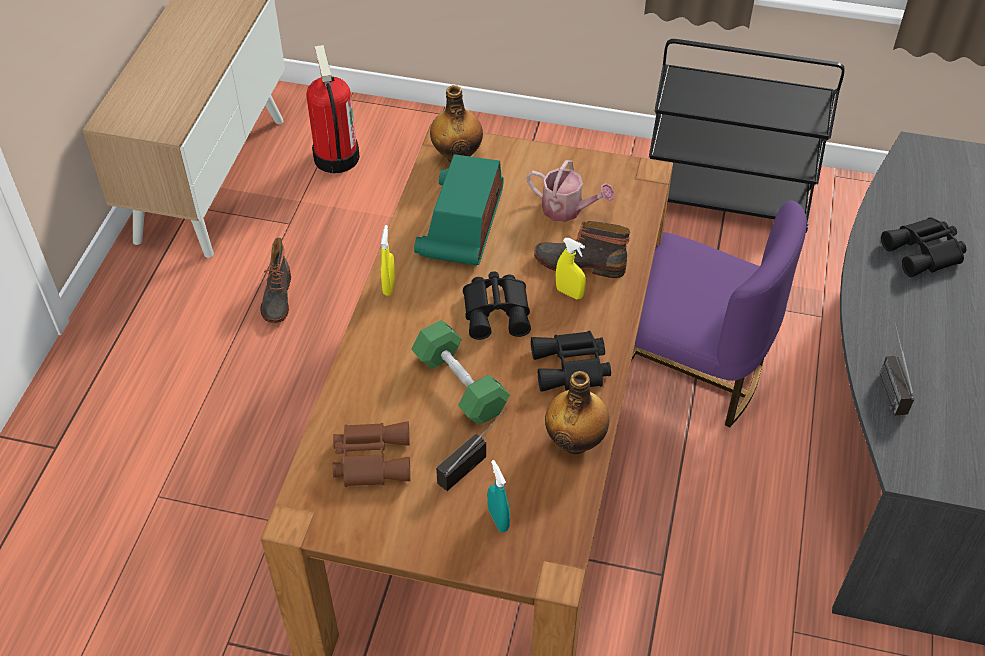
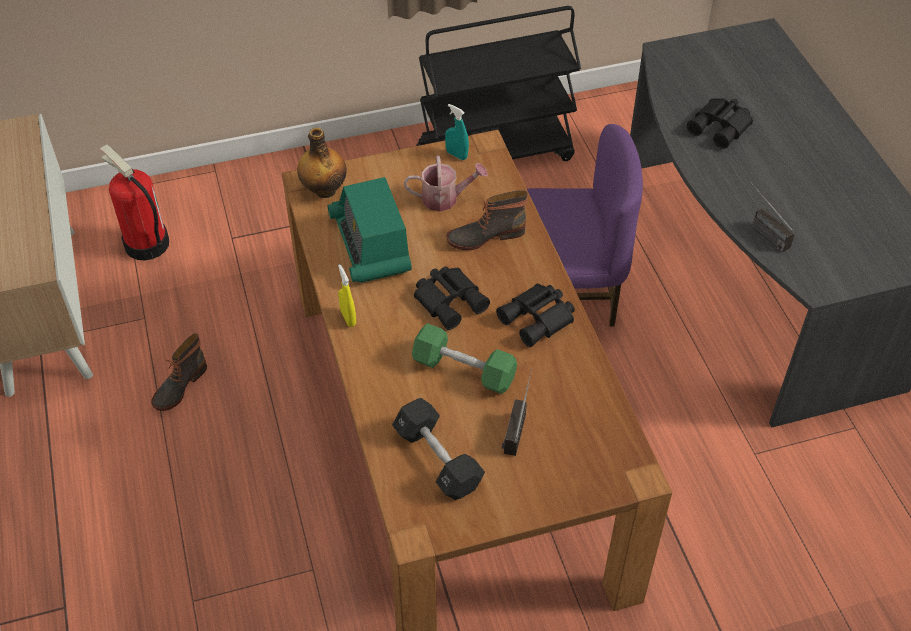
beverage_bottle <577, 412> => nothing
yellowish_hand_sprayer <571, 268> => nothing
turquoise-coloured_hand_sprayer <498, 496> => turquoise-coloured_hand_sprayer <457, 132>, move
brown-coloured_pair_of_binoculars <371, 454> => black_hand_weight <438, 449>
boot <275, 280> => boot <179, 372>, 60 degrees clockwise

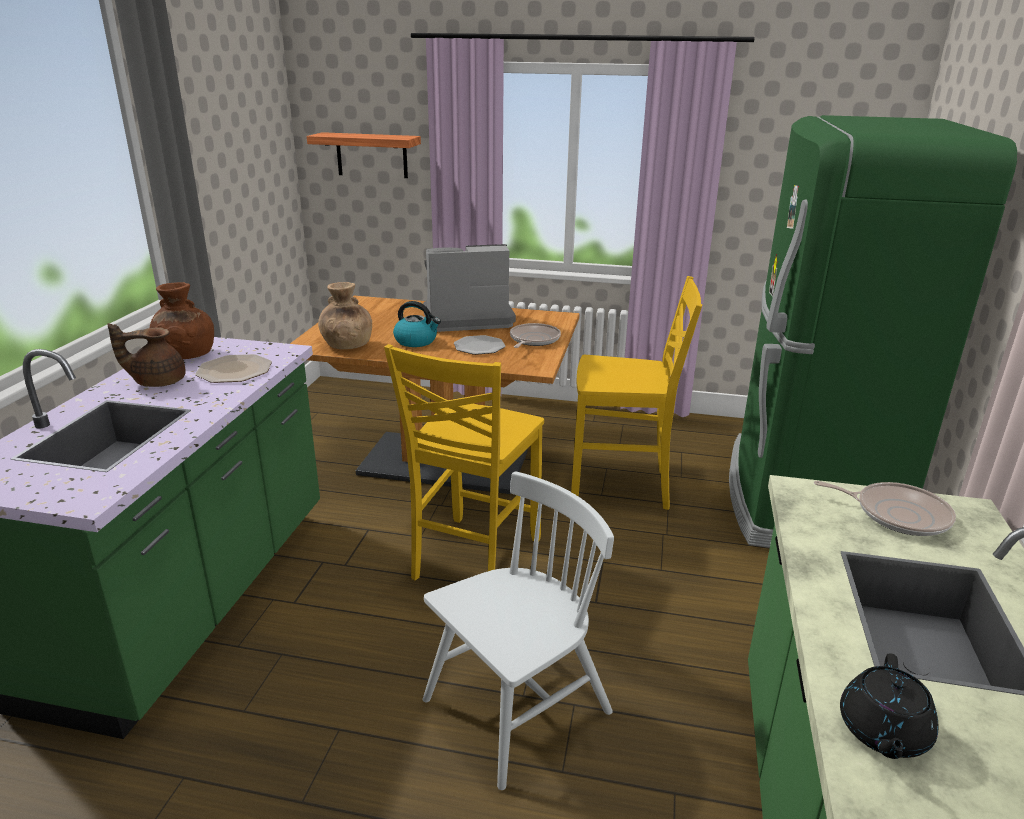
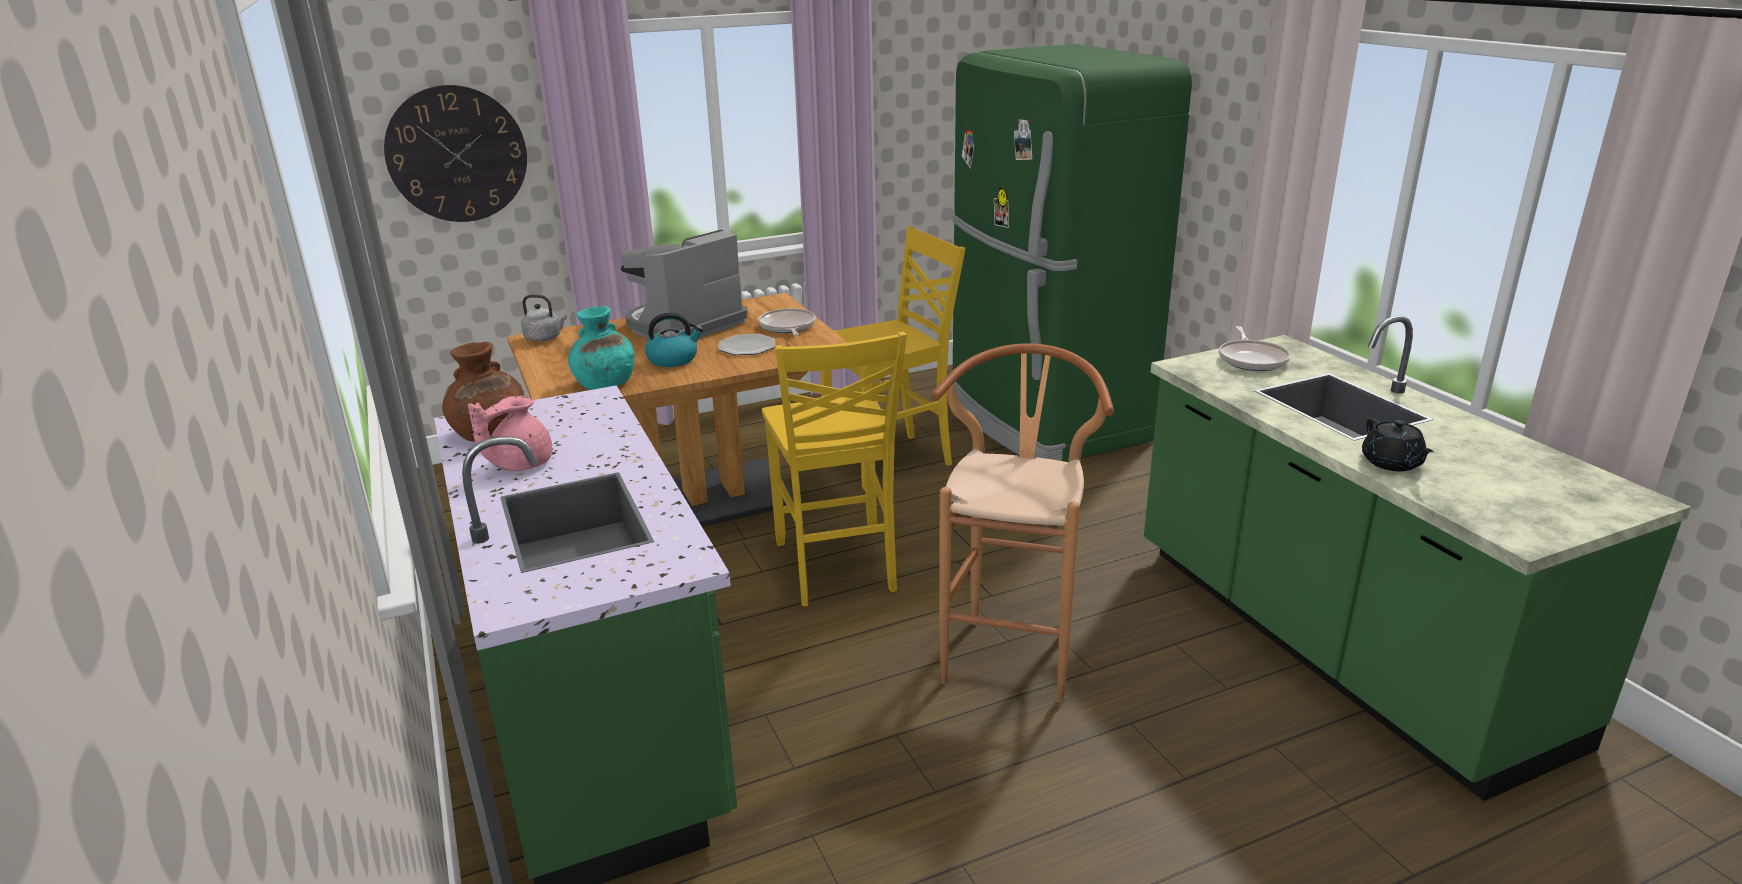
plate <233, 368> => nothing
nothing => grey_tea_kettle <544, 318>
bracket_shelf <364, 155> => hanging_clock <455, 153>
white-coloured_plain_chair <518, 630> => brown-coloured_sitting_stool <1022, 523>
brown-coloured_tea_pot <146, 355> => pink_tea_pot <510, 433>
brown-coloured_flower_vase <345, 315> => turquoise-coloured_flower_vase <601, 348>
pan <885, 508> => pan <1254, 348>, 105 degrees clockwise

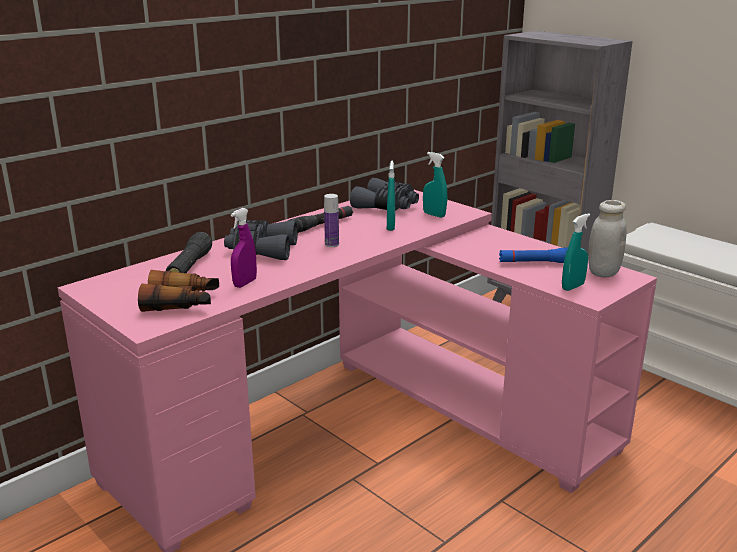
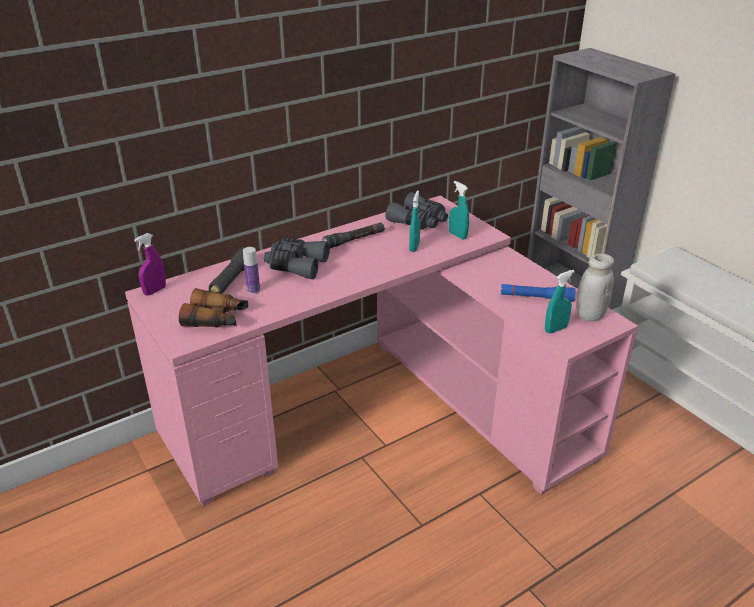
purple_hand_sprayer <244, 248> => purple_hand_sprayer <150, 264>, move
beverage_bottle <331, 220> => beverage_bottle <251, 270>, move

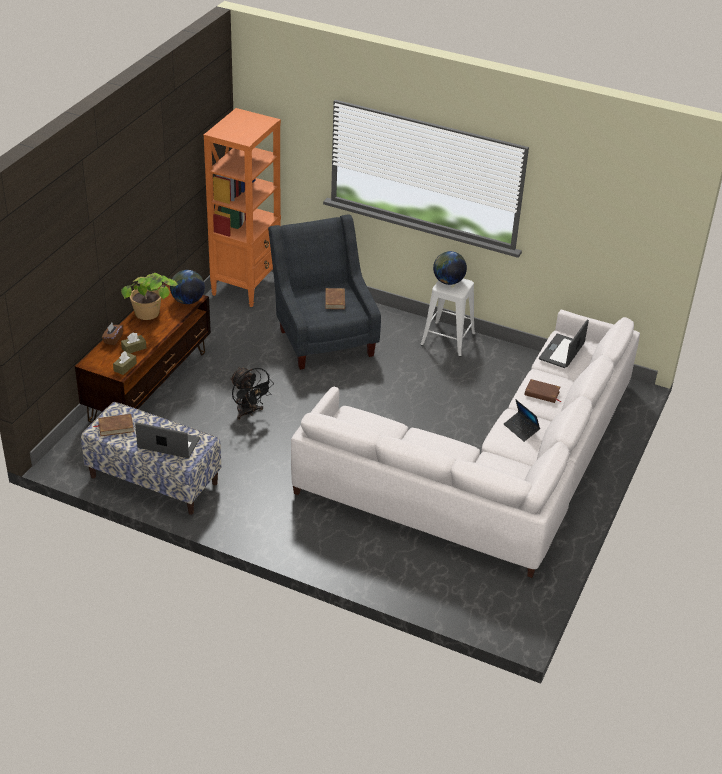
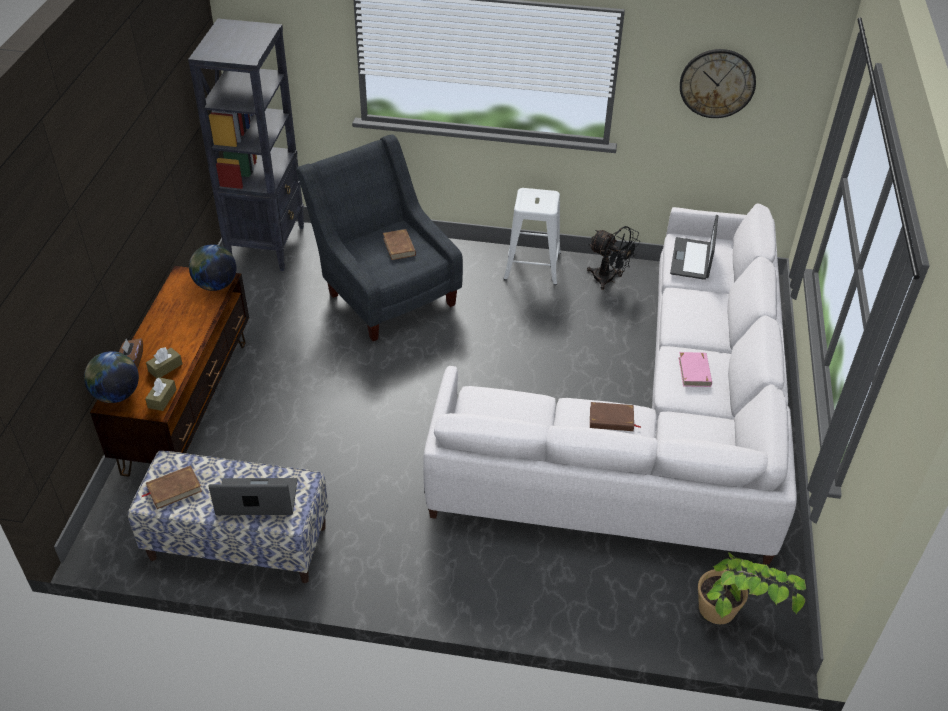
nothing => hanging_clock <718, 83>
plant_in_a_pot <149, 296> => plant_in_a_pot <752, 588>, move
black_fan <252, 393> => black_fan <613, 258>, move
globe <450, 268> => globe <111, 377>, move
brown-coloured_book <543, 391> => brown-coloured_book <615, 416>, move
notebook_computer <522, 420> => pink_book <695, 369>
orange-coloured_bookshelf <242, 207> => black_bookshelf <246, 145>

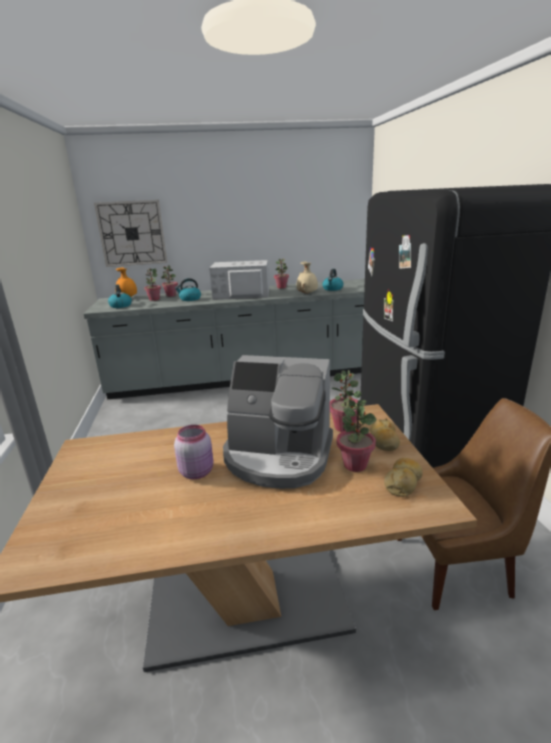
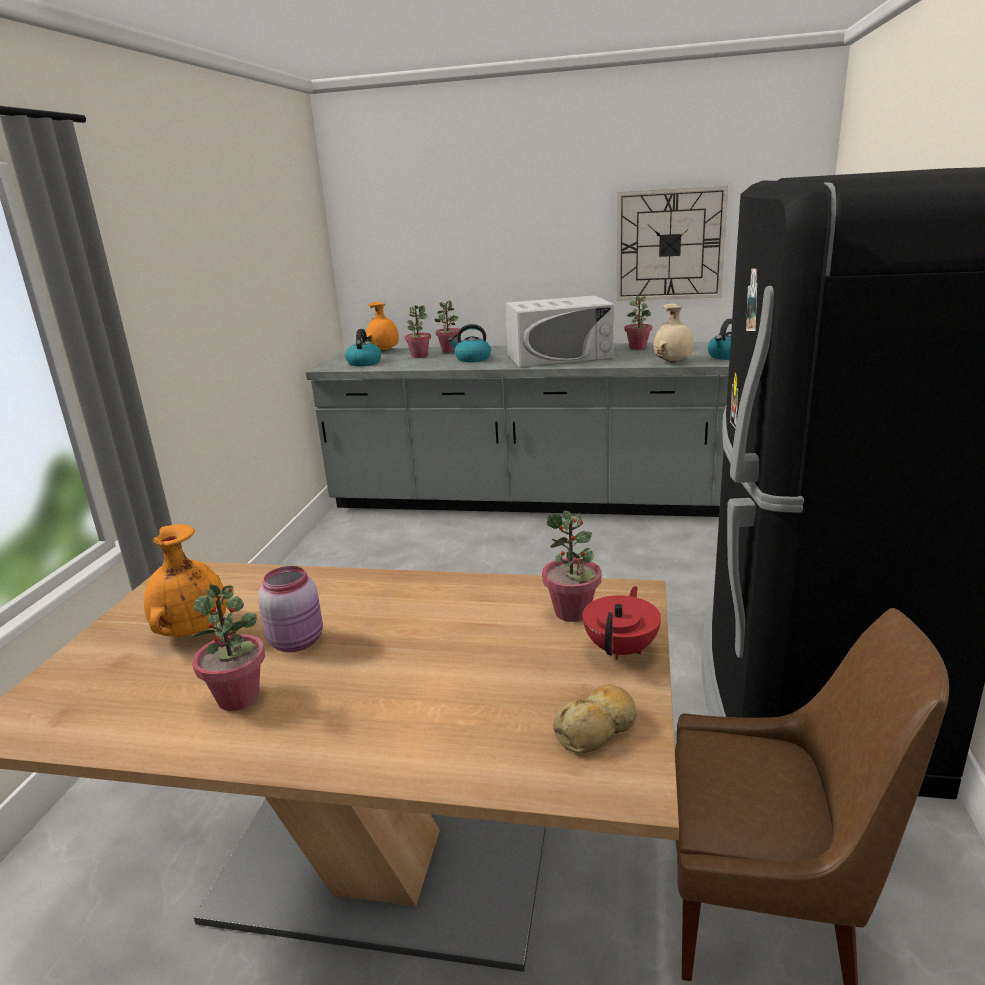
coffee_maker <278, 422> => nothing
nothing => orange-coloured_flower_vase <185, 580>
hanging_clock <130, 233> => hanging_clock <672, 243>, move
plant_in_a_pot <357, 436> => plant_in_a_pot <227, 648>, move
baked_bread <385, 435> => red_tea_pot <622, 623>
white-coloured_kitchen_microwave <239, 280> => white-coloured_kitchen_microwave <559, 331>, 150 degrees clockwise

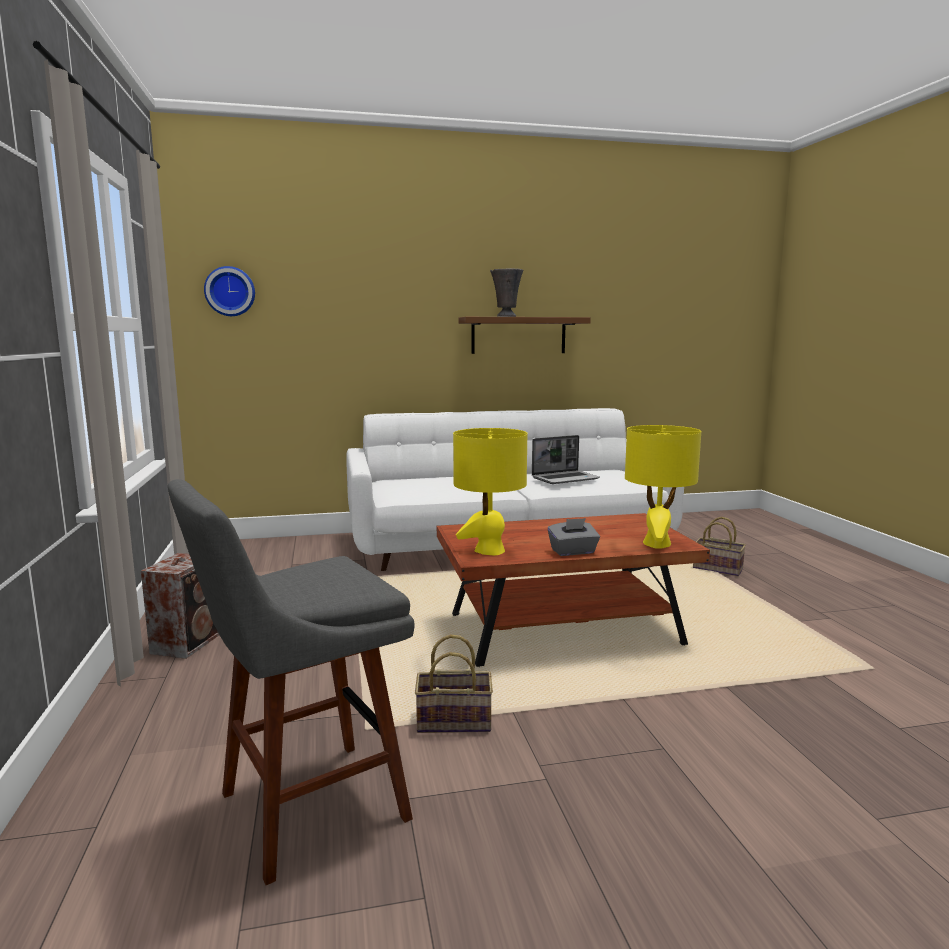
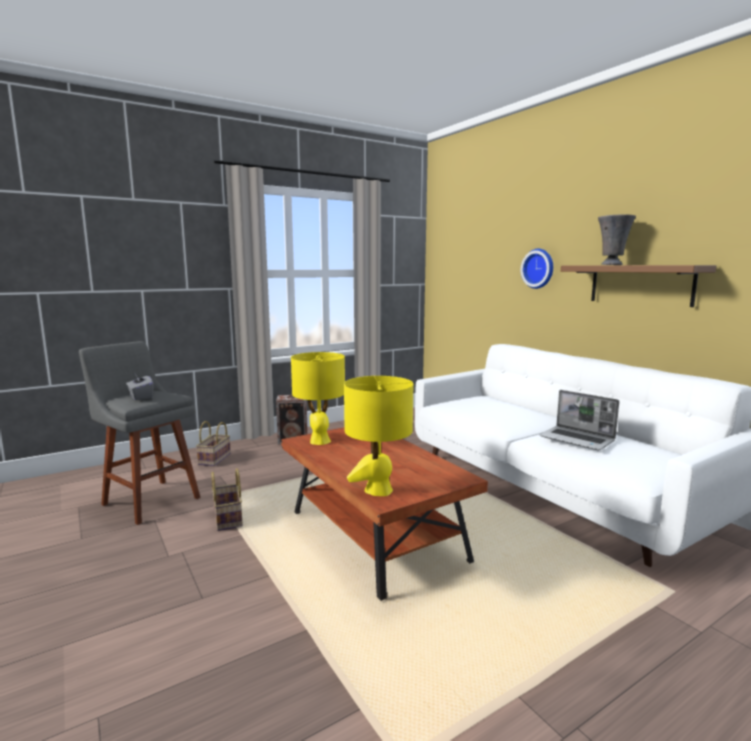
hanging_clock <229, 291> => hanging_clock <537, 269>, move
grey_box_of_tissues <574, 537> => grey_box_of_tissues <140, 386>, move
basket <719, 546> => basket <213, 443>, move

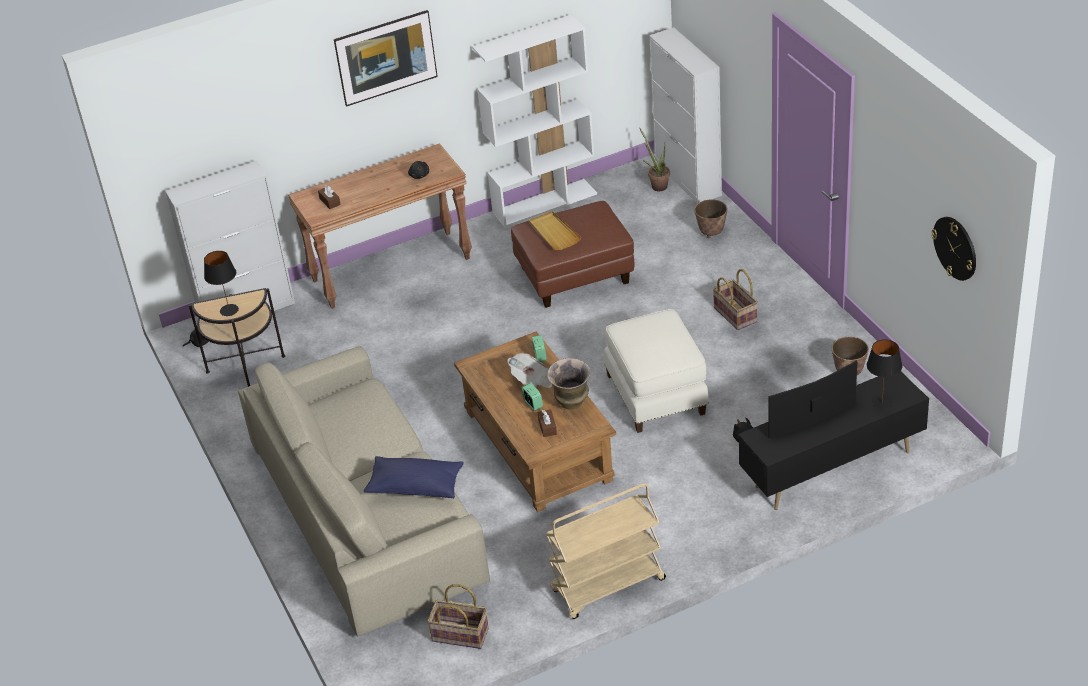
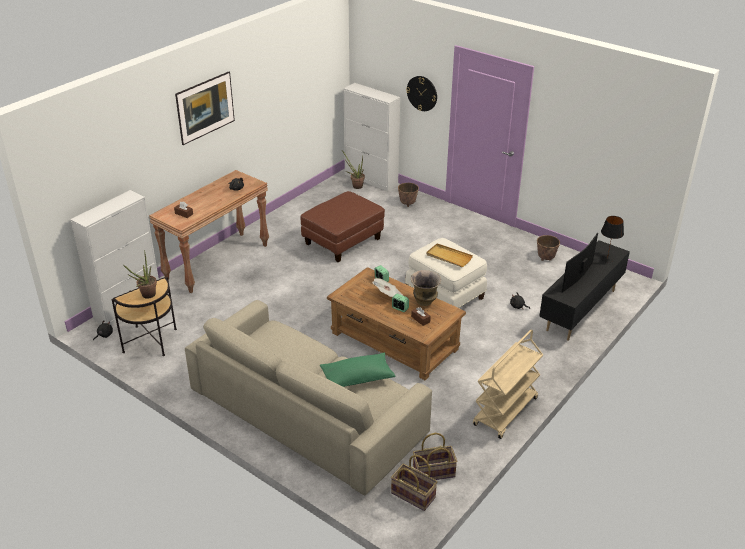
white-coloured_bookshelf <534, 121> => nothing
sand-coloured_carrying_tray <555, 230> => sand-coloured_carrying_tray <449, 255>, move
basket <735, 299> => basket <414, 483>, move
hanging_clock <953, 249> => hanging_clock <421, 93>, move
black_lamp_for_a_table <221, 283> => plant_in_a_pot <140, 274>
blue_cushion <414, 477> => green_cushion <357, 370>

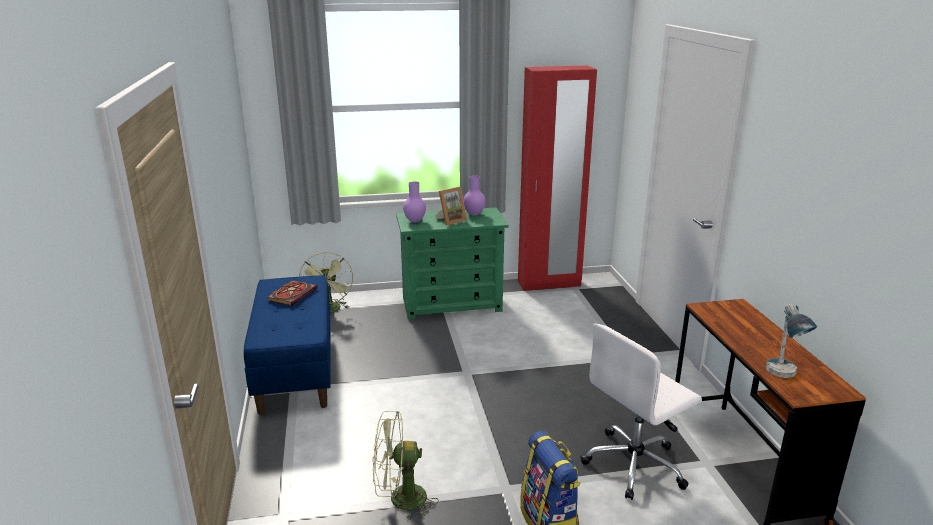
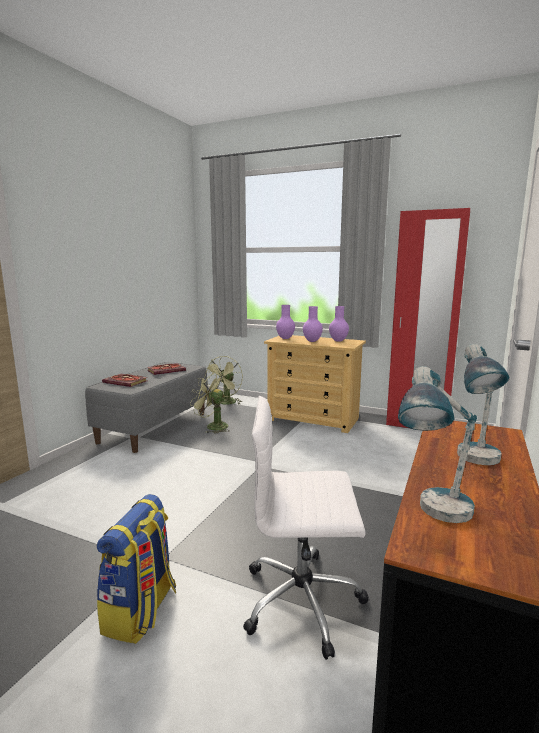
nothing => book <125, 380>
nothing => lamp_for_a_table <483, 404>
green_fan <406, 465> => green_fan <210, 402>, move
photo_frame <451, 206> => purple_flower_vase <313, 324>
blue_long_seat <287, 344> => grey_long_seat <146, 407>
green_chest_of_drawers <452, 263> => sand-coloured_chest_of_drawers <315, 384>

